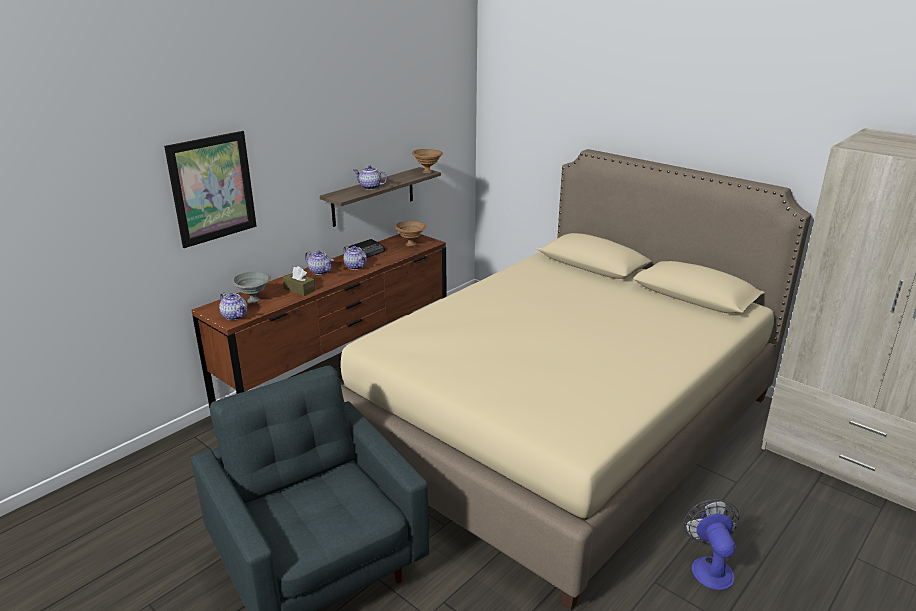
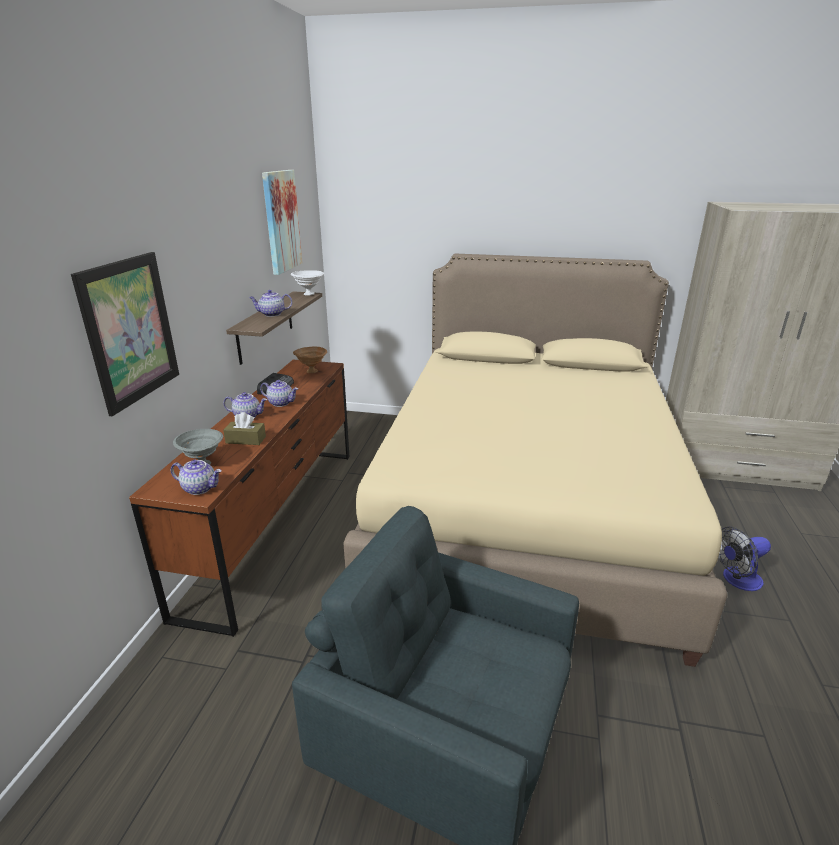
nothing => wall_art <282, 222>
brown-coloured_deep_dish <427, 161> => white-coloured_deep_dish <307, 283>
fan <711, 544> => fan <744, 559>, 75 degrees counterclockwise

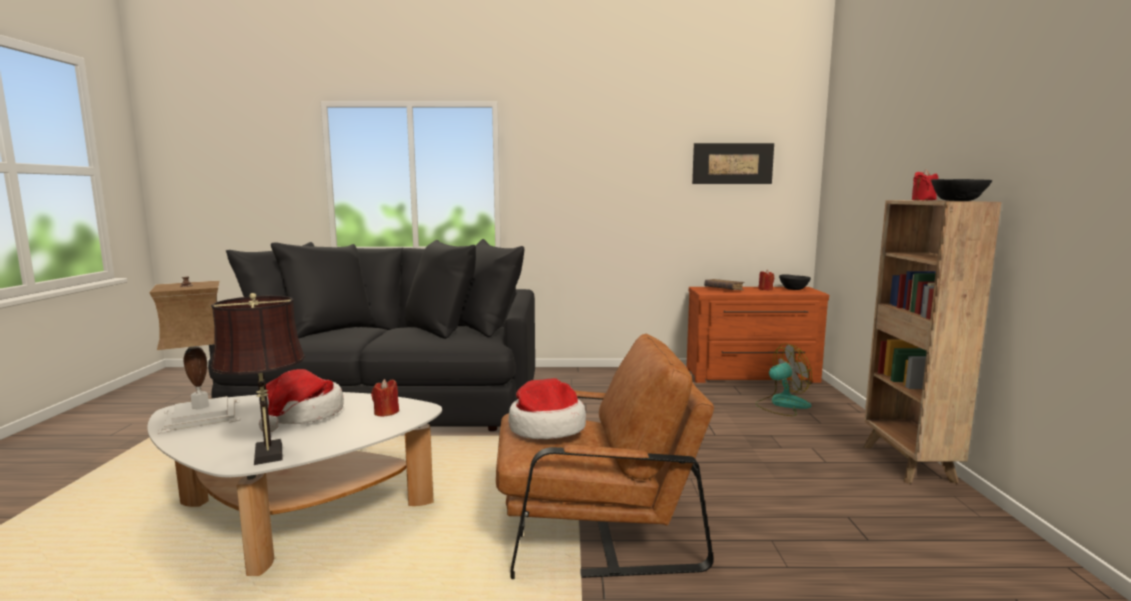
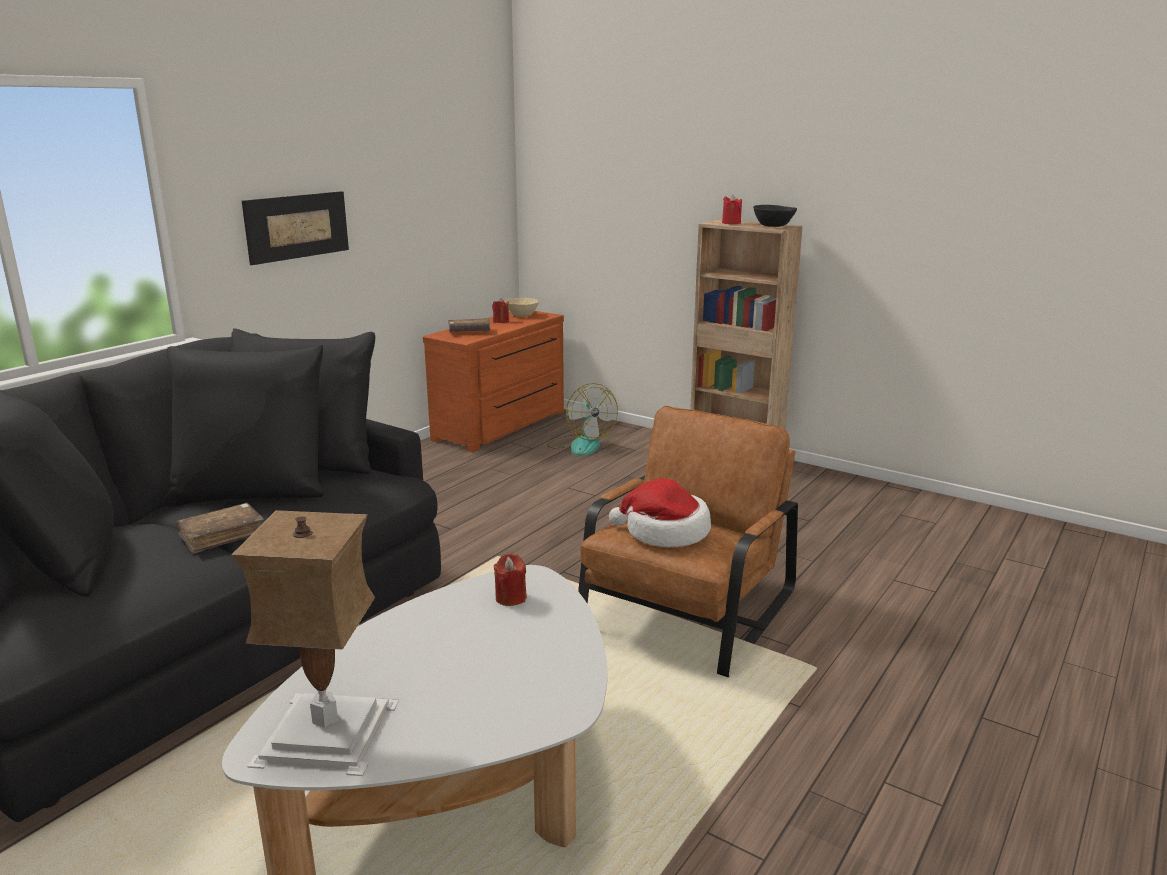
brown-coloured_lamp_for_a_table <258, 379> => nothing
hat <301, 400> => nothing
nothing => brown-coloured_book <220, 528>
wall_art <733, 163> => wall_art <295, 228>, move
black_deep_dish <795, 282> => sand-coloured_deep_dish <522, 307>
fan <783, 379> => fan <582, 419>, 135 degrees clockwise

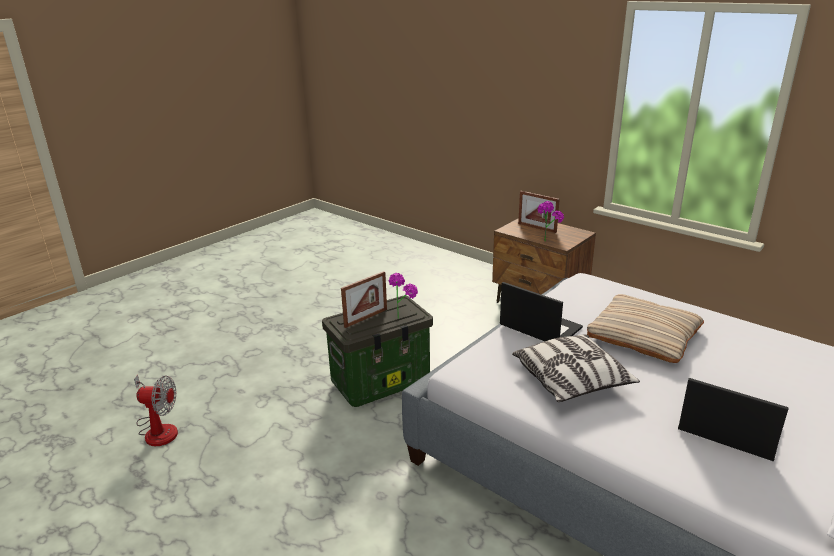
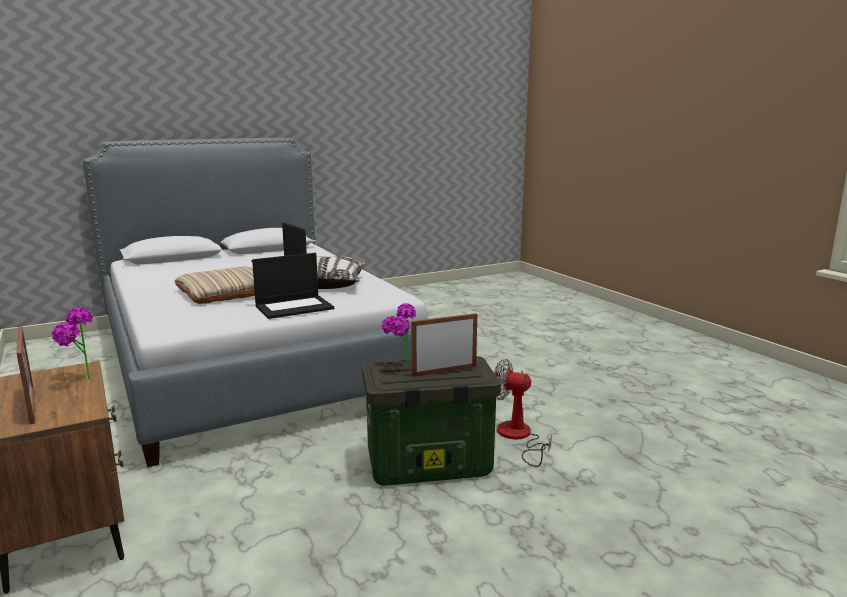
fan <156, 410> => fan <523, 413>, move
notebook_computer <541, 311> => notebook_computer <293, 286>, 90 degrees counterclockwise

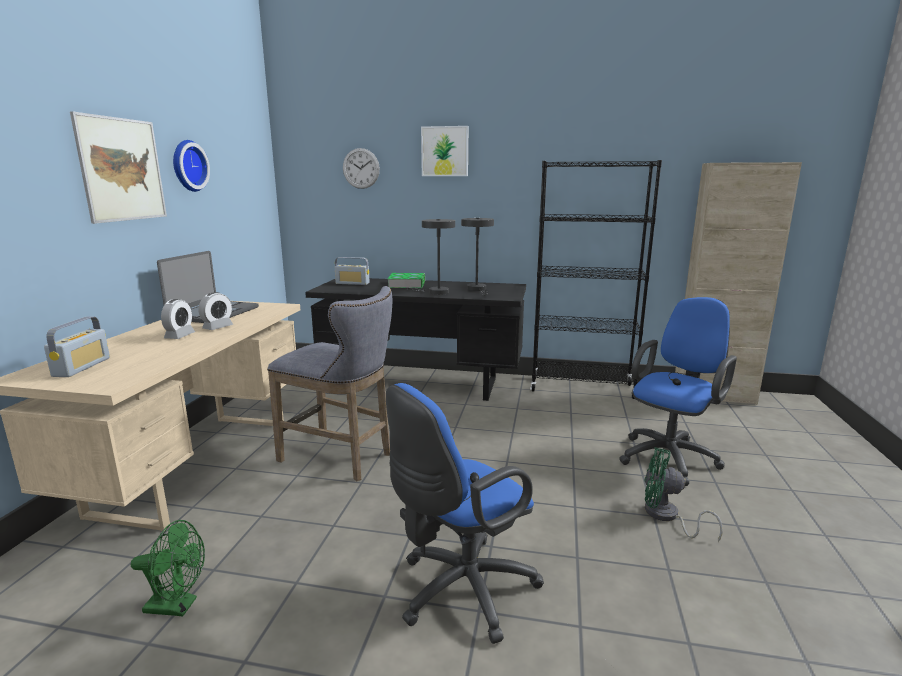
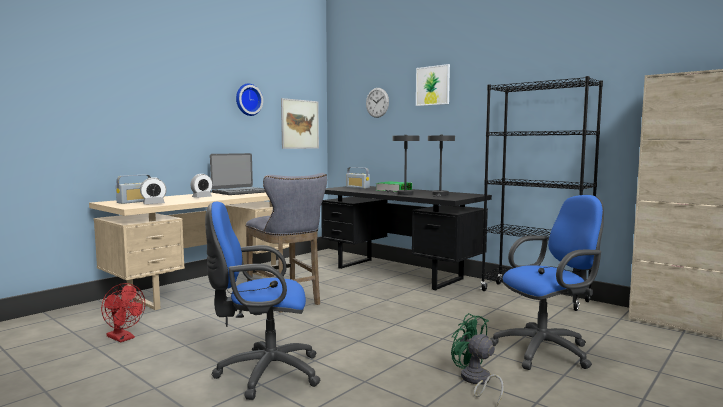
wall_art <118, 167> => wall_art <300, 123>, move
bedside_clock <215, 311> => bedside_clock <153, 190>, move
green_fan <168, 568> => red_fan <123, 313>

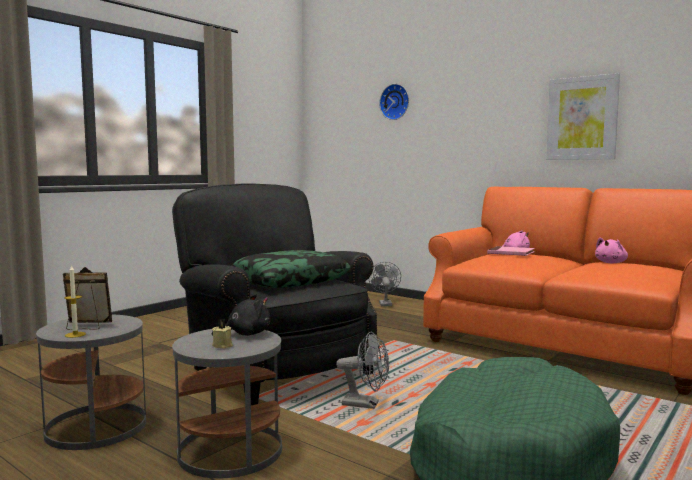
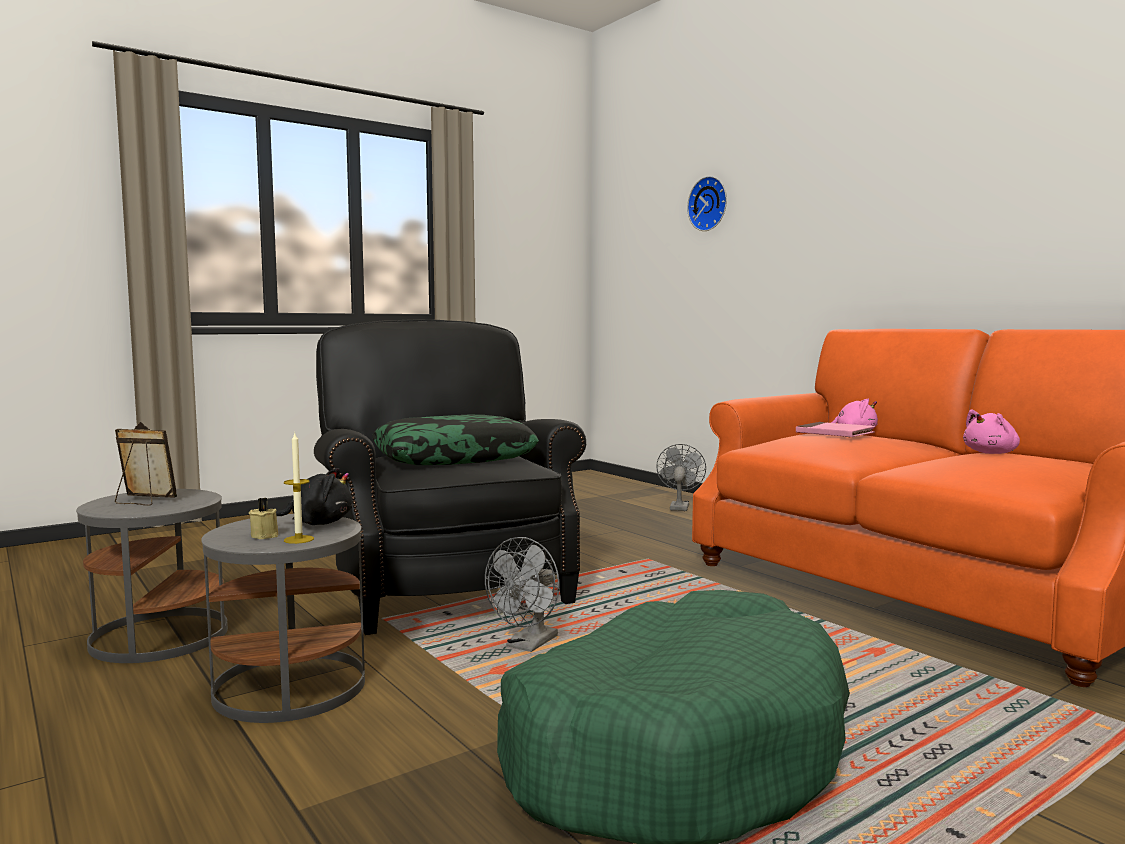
wall_art <583, 116> => nothing
wax_light <75, 301> => wax_light <299, 488>, move
grey_fan <362, 370> => grey_fan <522, 594>, 90 degrees clockwise

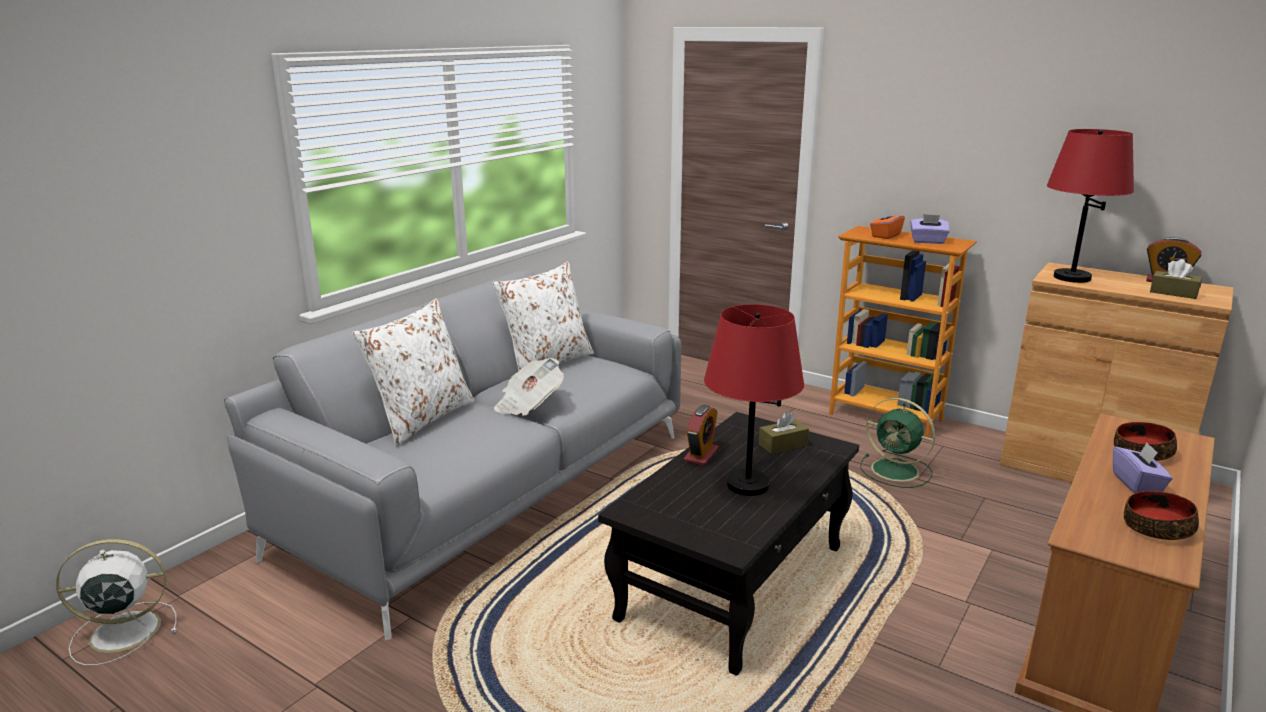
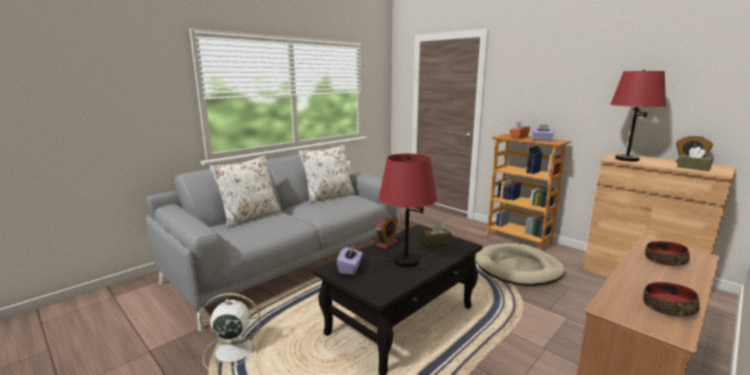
newspaper <529, 387> => nothing
white-coloured_fan <116, 602> => white-coloured_fan <231, 331>, move
purple_box_of_tissues <1143, 468> => purple_box_of_tissues <349, 261>, move
green_fan <898, 443> => sand-coloured_dog_cushion <520, 264>

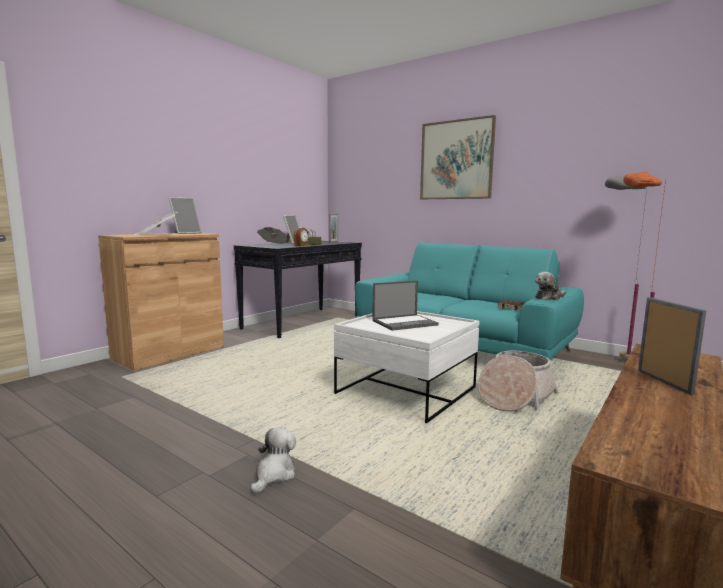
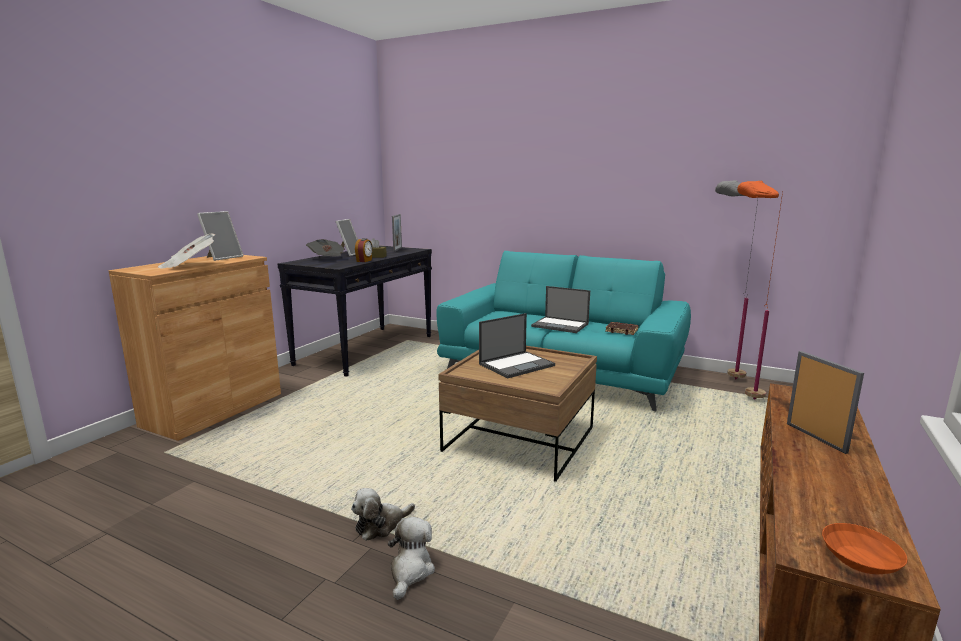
wall_art <458, 157> => nothing
basket <518, 380> => nothing
nothing => notebook_computer <560, 309>
nothing => orange-coloured_deep_dish <865, 548>
cuddly_toy <550, 286> => cuddly_toy <383, 514>, move
white-coloured_low_table <407, 367> => brown-coloured_low_table <517, 414>

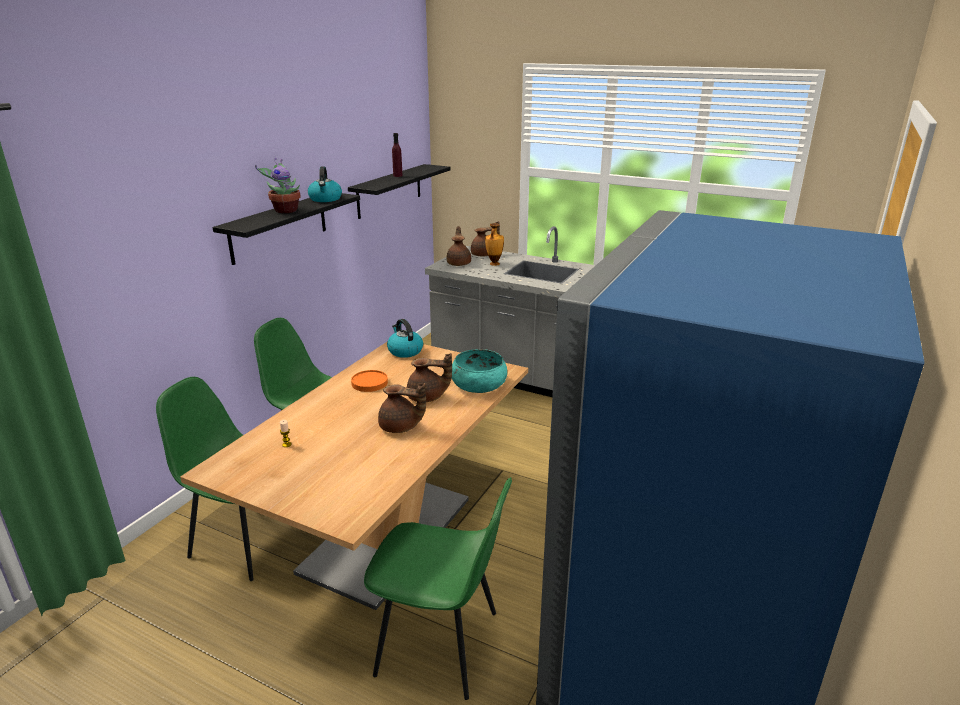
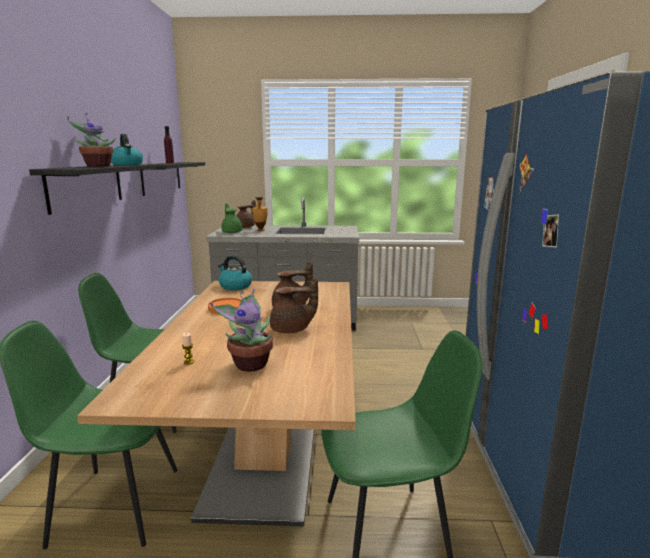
turquoise-coloured_deep_dish <479, 371> => nothing
nothing => plant_in_a_pot <241, 330>
brown-coloured_tea_pot <459, 246> => green_tea_pot <232, 218>

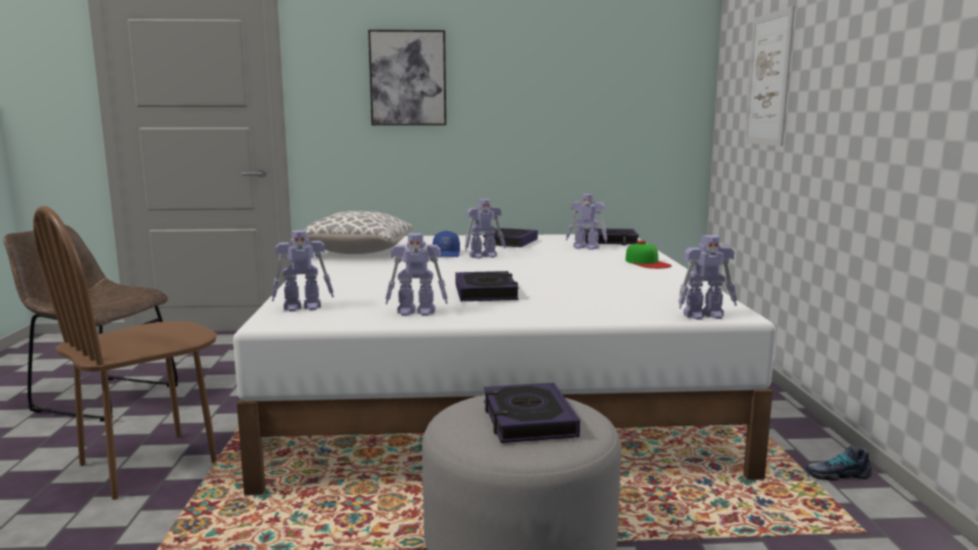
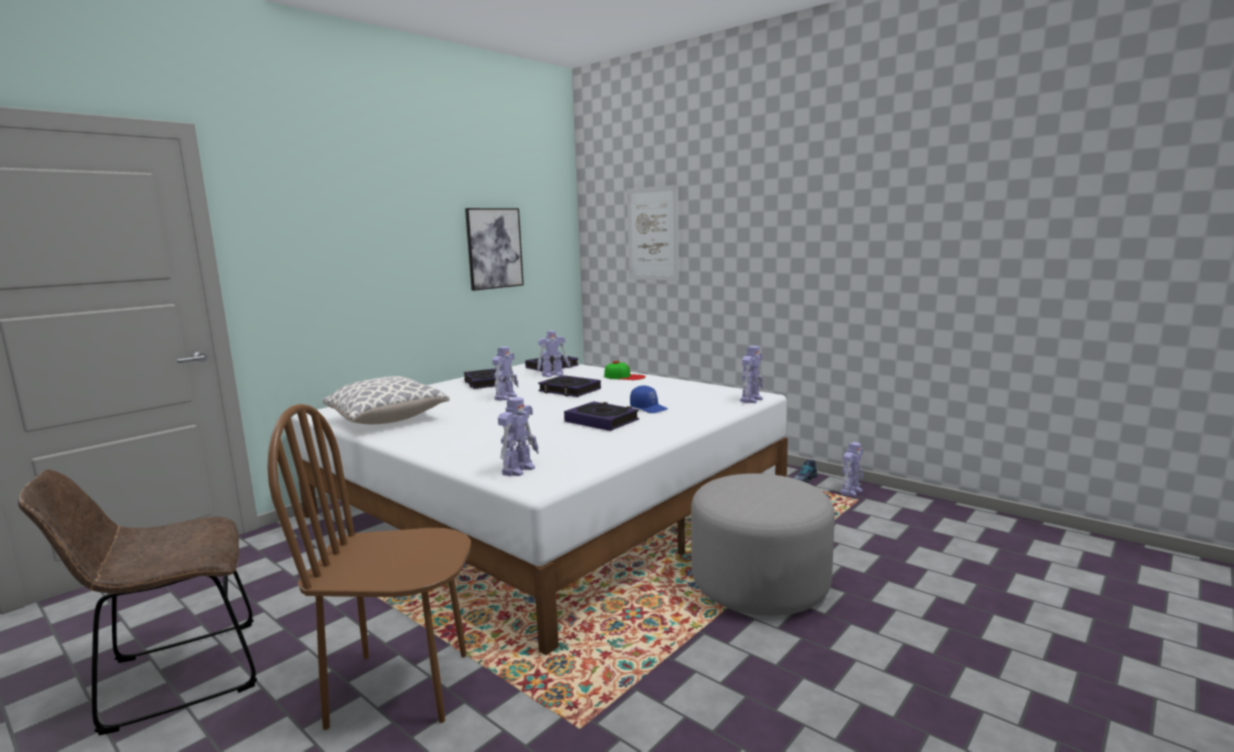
wall_art <407, 77> => wall_art <494, 249>, move
model_robot <416, 274> => model_robot <851, 469>, move
blue_cap <446, 244> => blue_cap <649, 399>, move
book <532, 413> => book <569, 386>, move
brown-coloured_plain_chair <125, 353> => brown-coloured_plain_chair <369, 567>, 90 degrees clockwise

